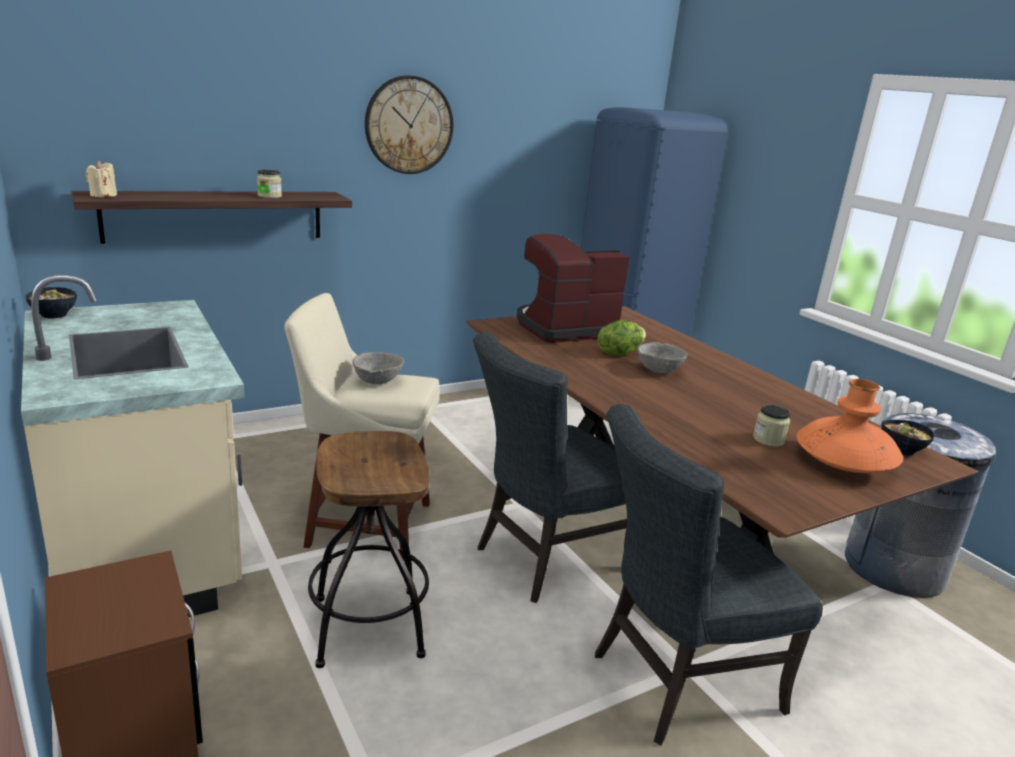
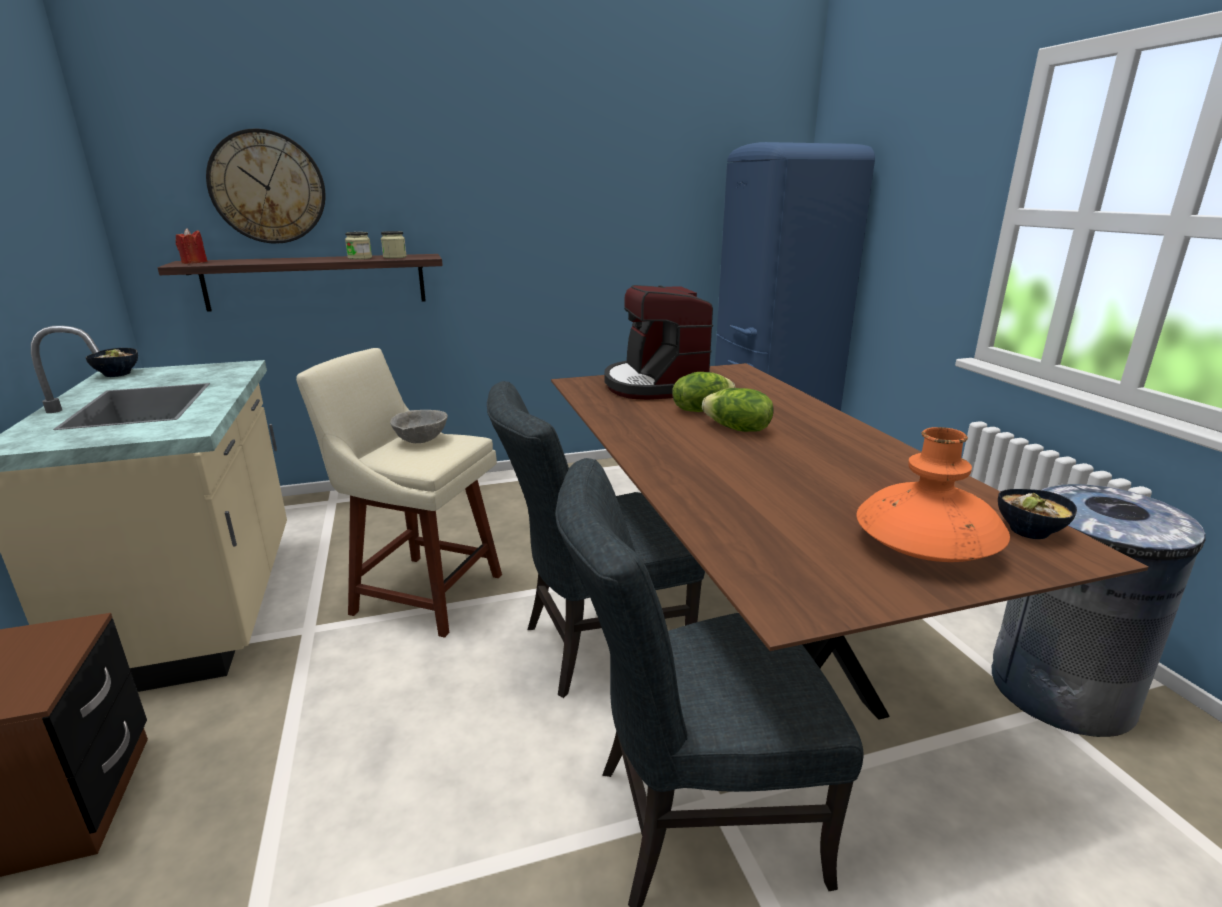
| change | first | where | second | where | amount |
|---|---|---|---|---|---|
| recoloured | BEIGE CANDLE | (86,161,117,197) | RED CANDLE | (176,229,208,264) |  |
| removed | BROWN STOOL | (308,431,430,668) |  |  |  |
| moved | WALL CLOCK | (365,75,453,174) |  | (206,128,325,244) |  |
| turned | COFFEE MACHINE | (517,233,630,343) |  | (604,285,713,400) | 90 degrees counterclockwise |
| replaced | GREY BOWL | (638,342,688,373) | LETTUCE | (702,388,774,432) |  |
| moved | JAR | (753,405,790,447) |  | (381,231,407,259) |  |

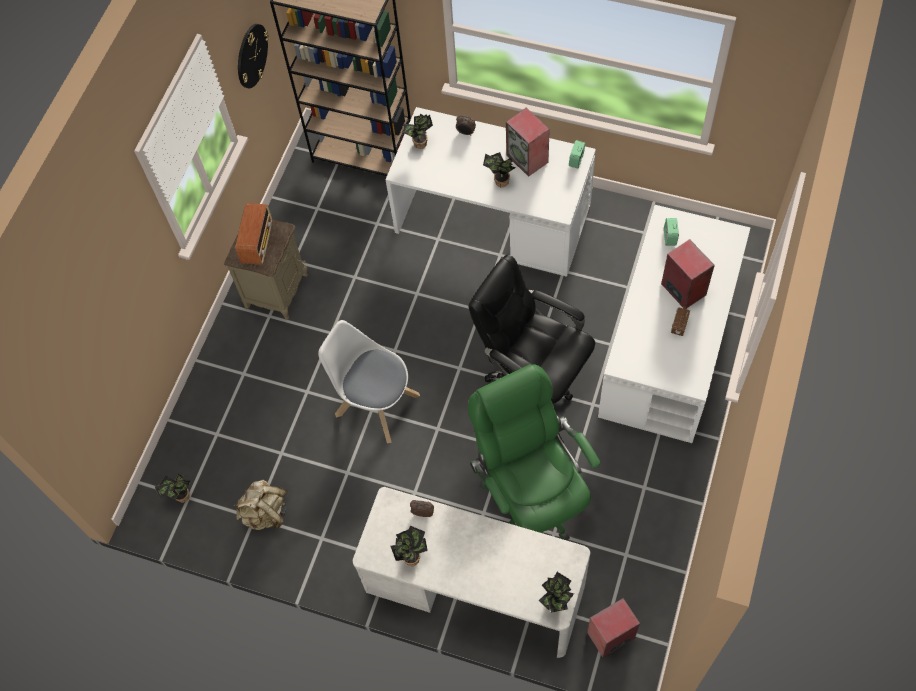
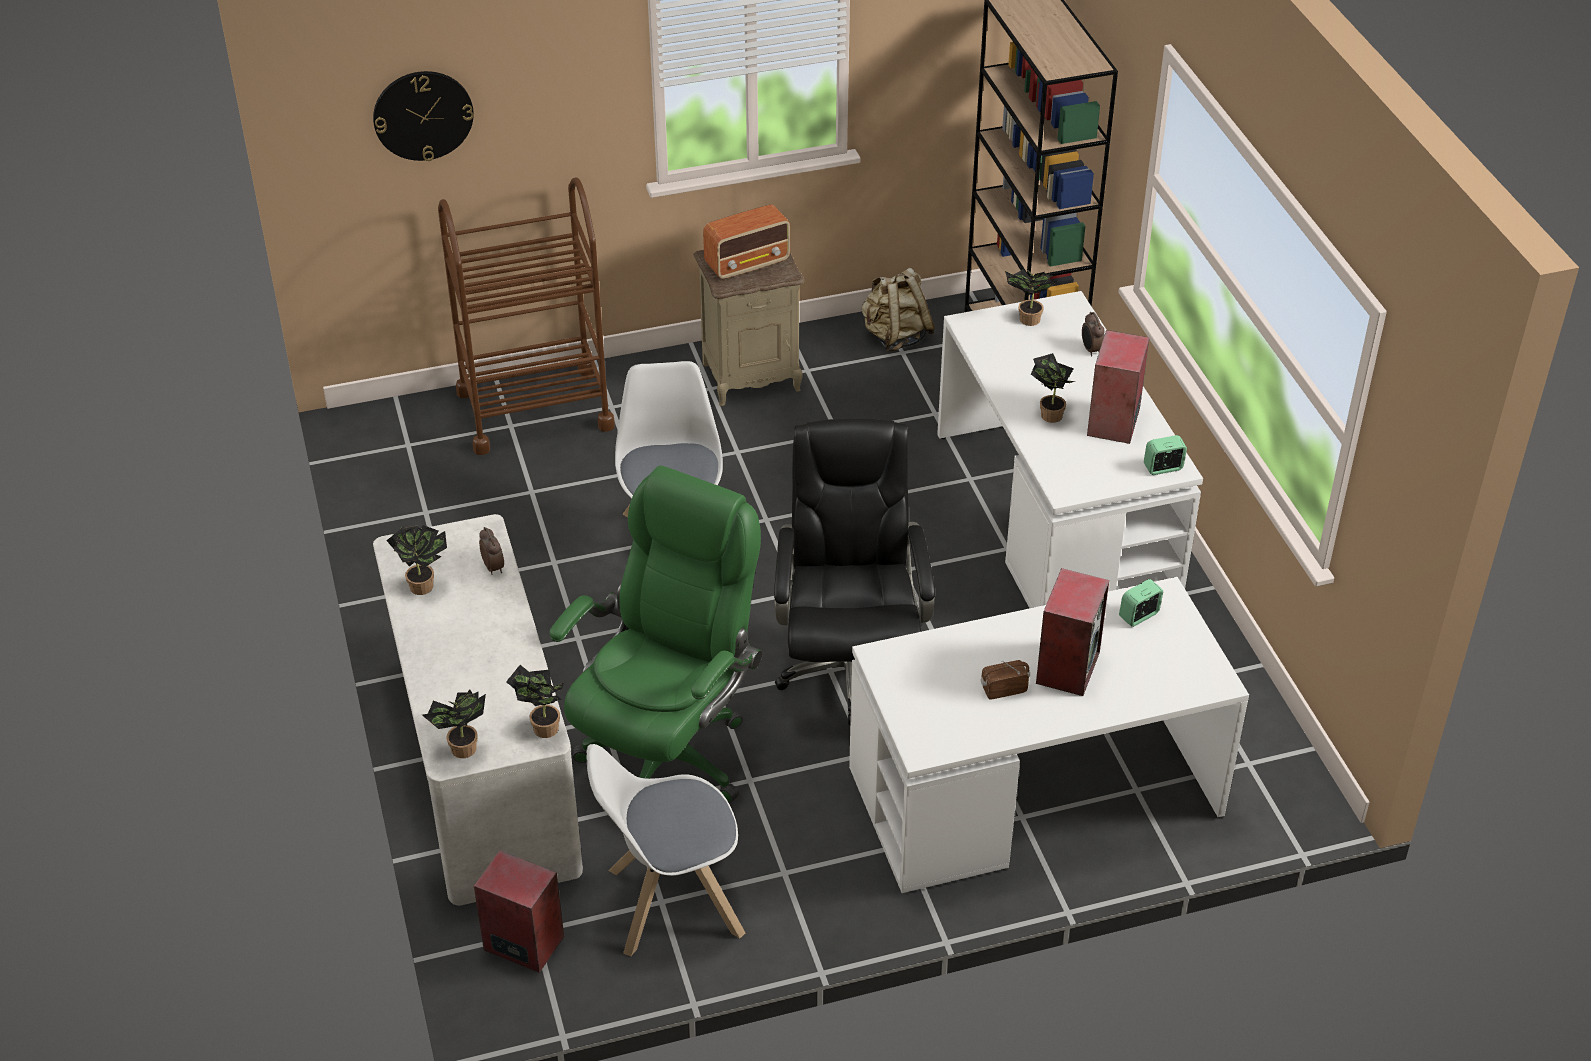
| change | first | where | second | where | amount |
|---|---|---|---|---|---|
| moved | POTTED PLANT | (155,474,190,503) |  | (506,665,564,738) |  |
| moved | BEIGE BACKPACK | (234,480,287,530) |  | (861,268,935,351) |  |
| moved | WALL CLOCK | (238,24,269,88) |  | (373,71,474,161) |  |
| added |  |  | BROWN CART | (438,177,615,455) |  |
| added |  |  | CHAIR | (587,744,745,957) |  |

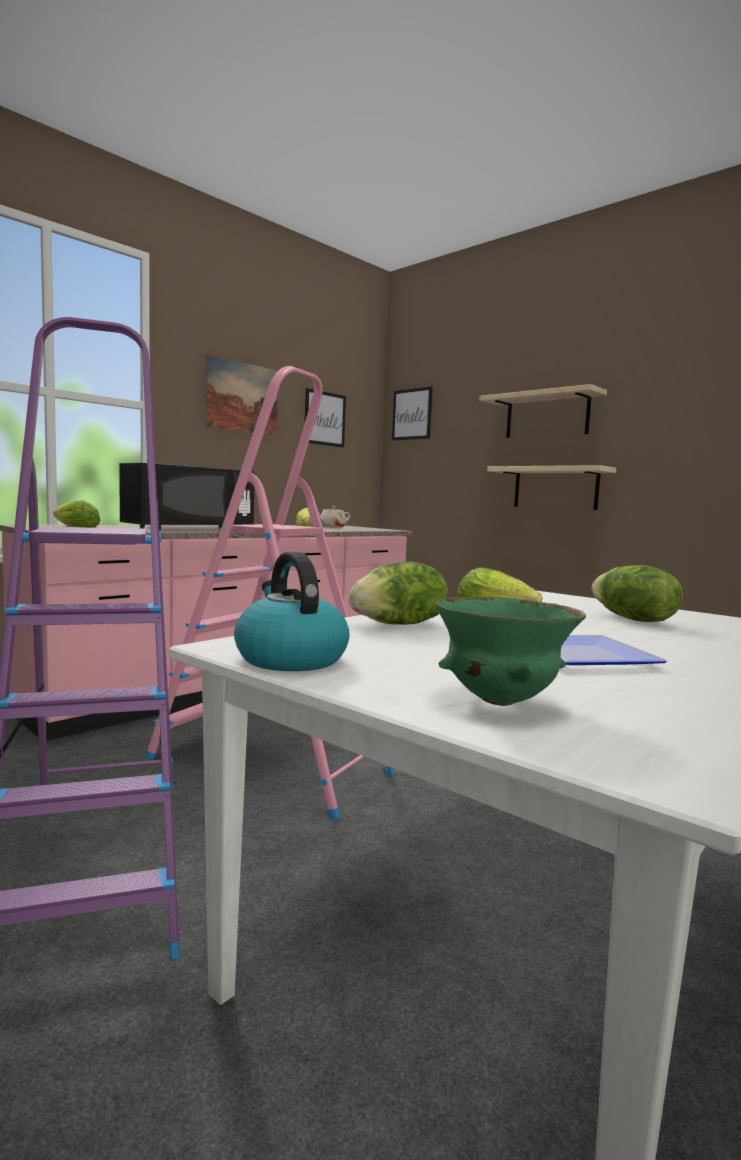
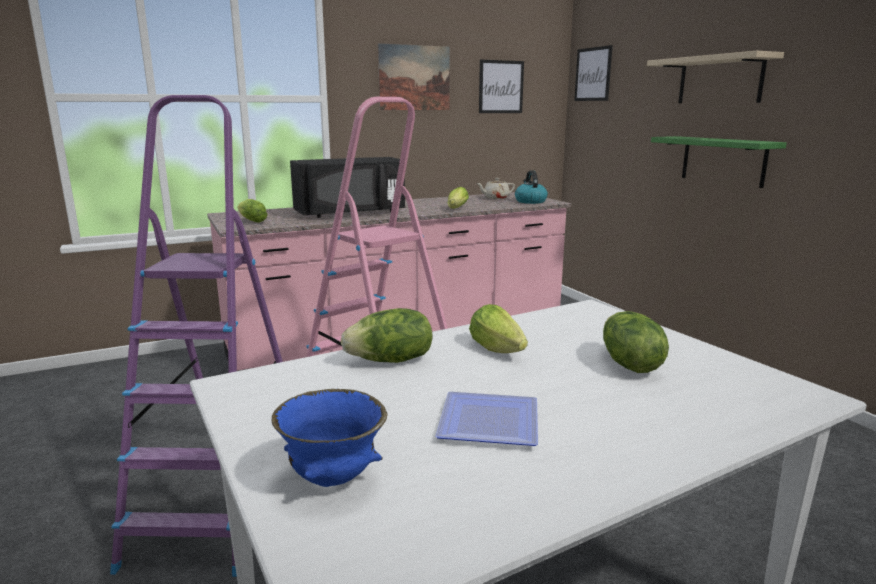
| change | first | where | second | where | amount |
|---|---|---|---|---|---|
| moved | KETTLE | (234,552,350,671) |  | (515,170,548,204) |  |
| recoloured | GREEN BOWL | (435,597,586,706) | BLUE BOWL | (272,389,387,487) |  |
| recoloured | BEIGE SHELF | (487,465,616,510) | GREEN SHELF | (651,136,787,188) |  |

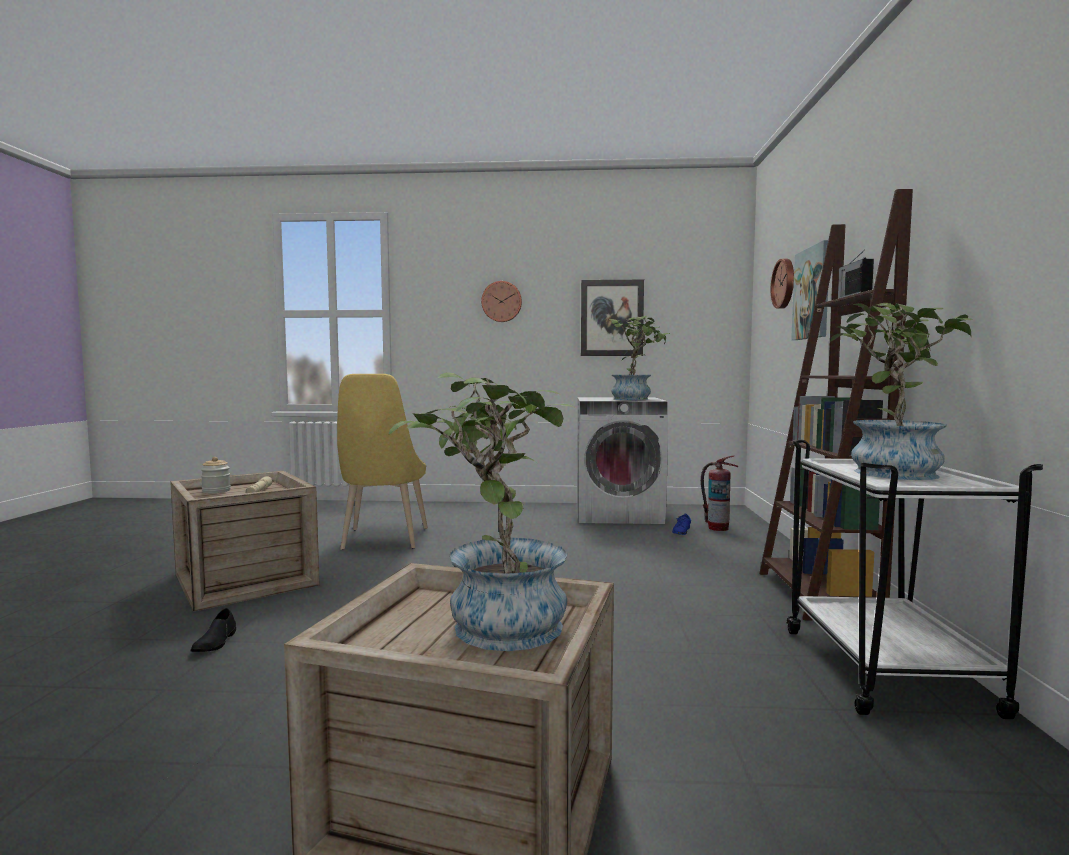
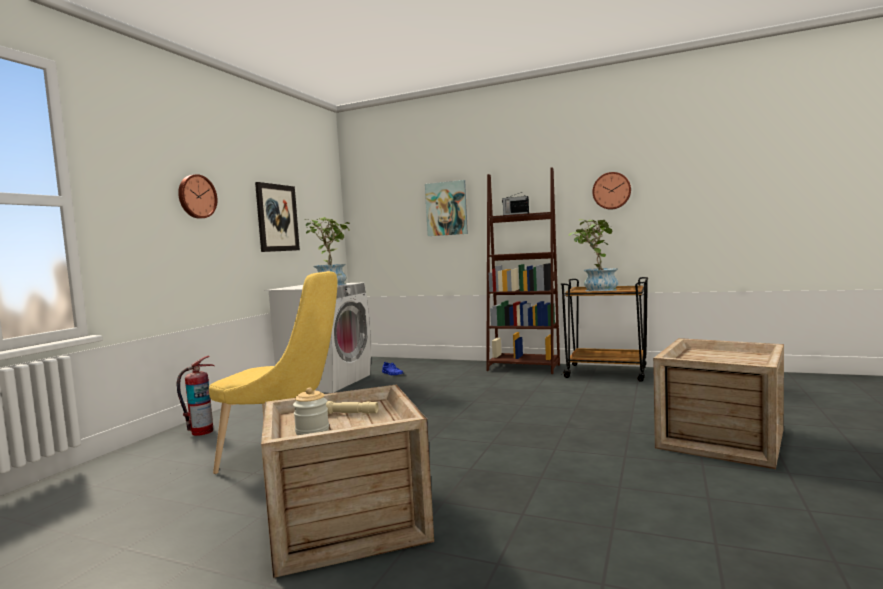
| change | first | where | second | where | amount |
|---|---|---|---|---|---|
| removed | BLACK SHOE | (191,608,236,652) |  |  |  |
| removed | POTTED PLANT | (389,372,576,651) |  |  |  |
| moved | FIRE EXTINGUISHER | (701,456,738,531) |  | (176,356,215,436) |  |
| moved | WALL CLOCK | (771,259,794,309) |  | (592,172,631,209) |  |
| recoloured | WHITE CART | (787,440,1043,719) | BROWN CART | (561,277,648,382) |  |

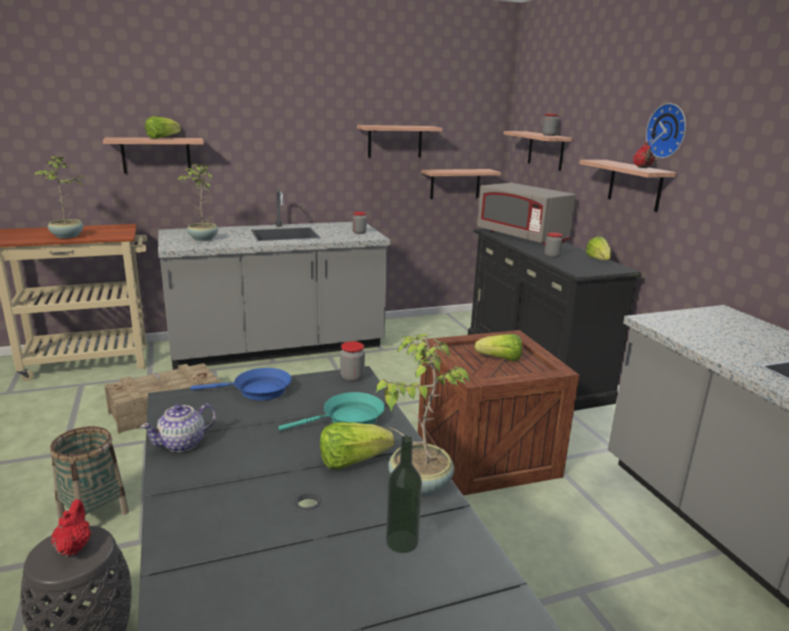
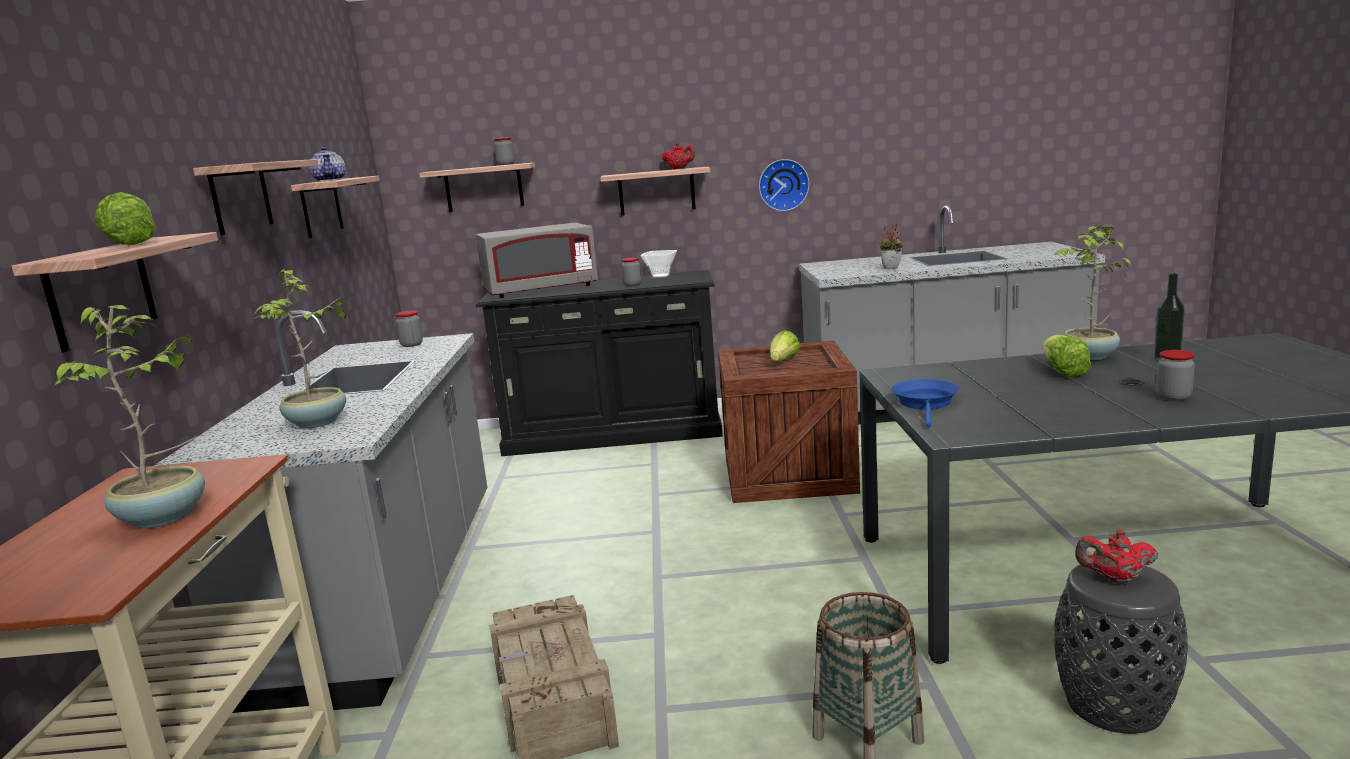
| change | first | where | second | where | amount |
|---|---|---|---|---|---|
| moved | TEAPOT | (140,403,216,452) |  | (309,147,346,182) |  |
| removed | TURQUOISE FRYING PAN | (278,392,385,431) |  |  |  |
| moved | JAR | (340,341,365,382) |  | (1156,350,1195,401) |  |
| moved | SHELF | (422,169,501,199) |  | (193,159,318,235) |  |
| replaced | LETTUCE | (586,236,612,260) | BOWL | (641,250,677,278) |  |
| moved | WALL CLOCK | (646,103,686,158) |  | (759,159,809,211) |  |
| added |  |  | POTTED PLANT | (878,224,903,269) |  |

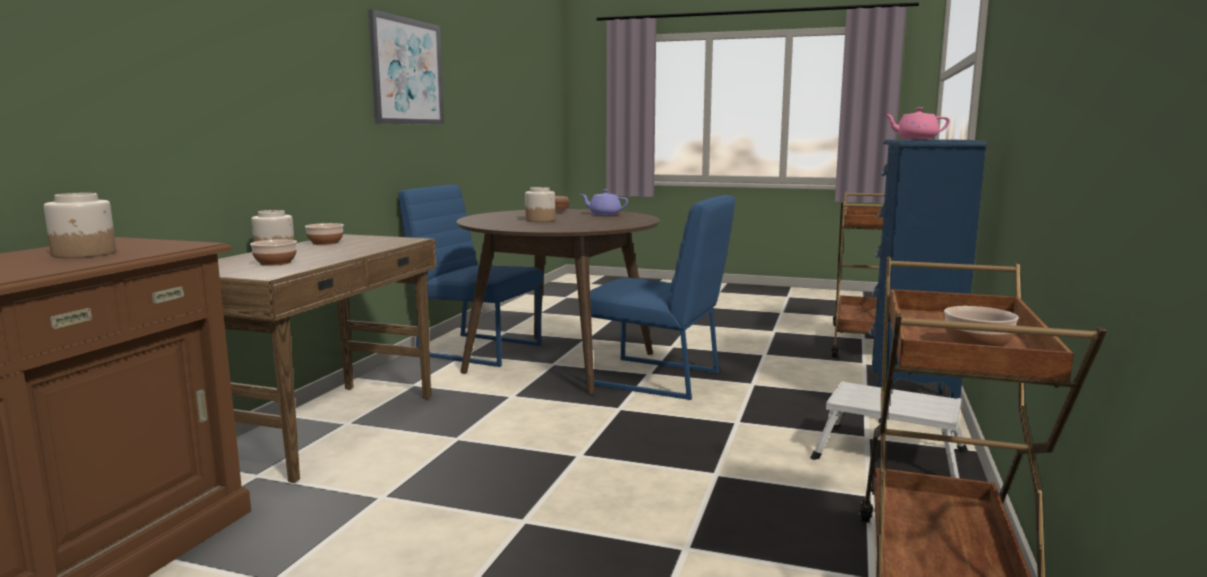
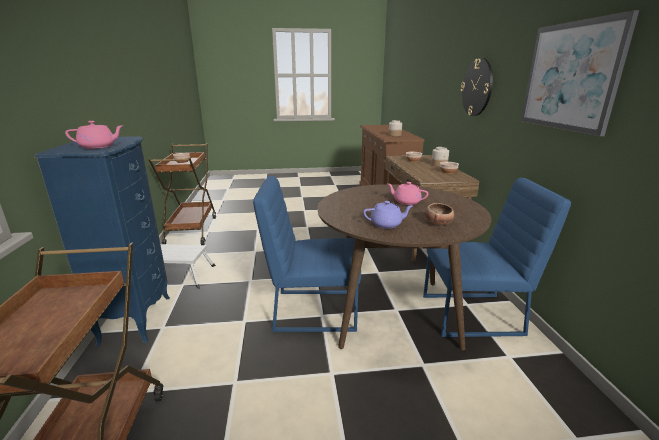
| change | first | where | second | where | amount |
|---|---|---|---|---|---|
| replaced | JAR | (525,187,555,222) | PINK TEAPOT | (387,182,429,205) |  |
| added |  |  | WALL CLOCK | (461,58,493,116) |  |

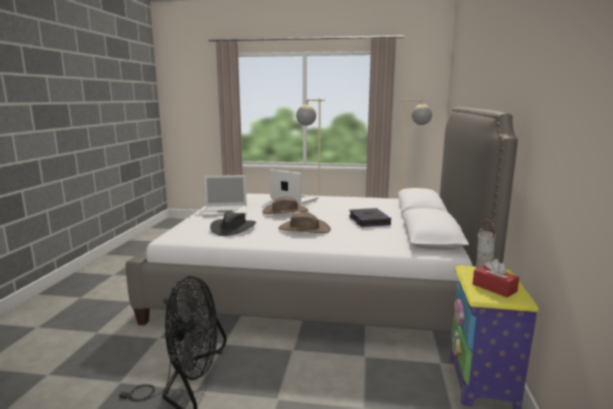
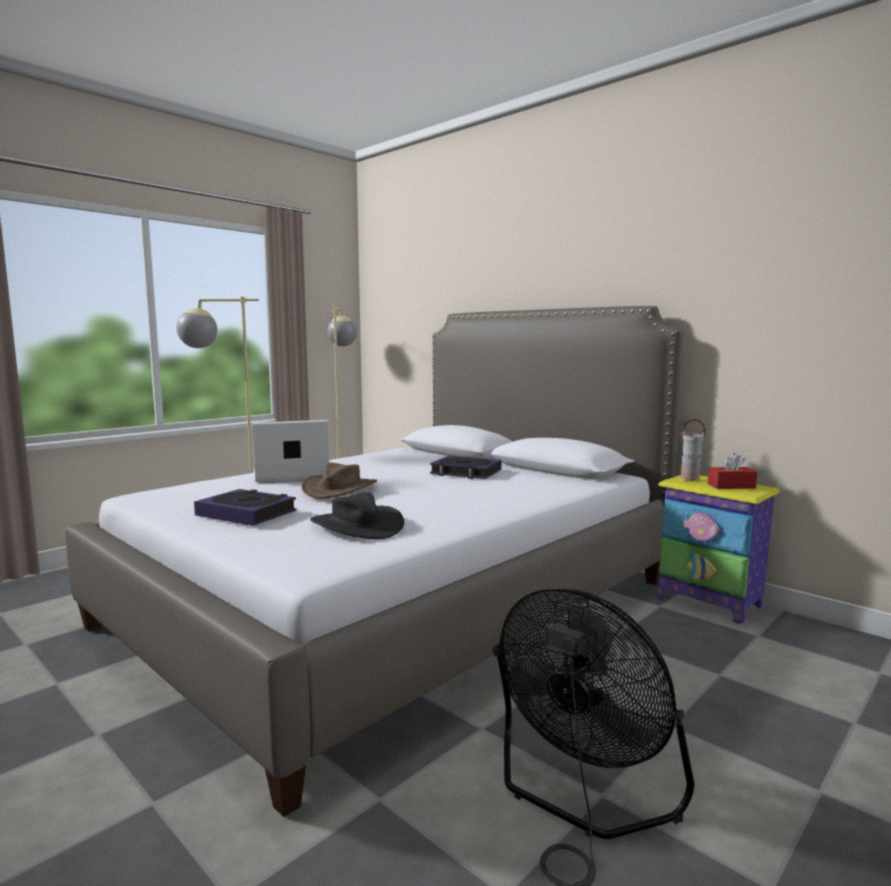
| change | first | where | second | where | amount |
|---|---|---|---|---|---|
| replaced | LAPTOP | (203,175,247,217) | BOOK | (194,489,297,526) |  |
| removed | BROWN HAT | (279,212,331,233) |  |  |  |

